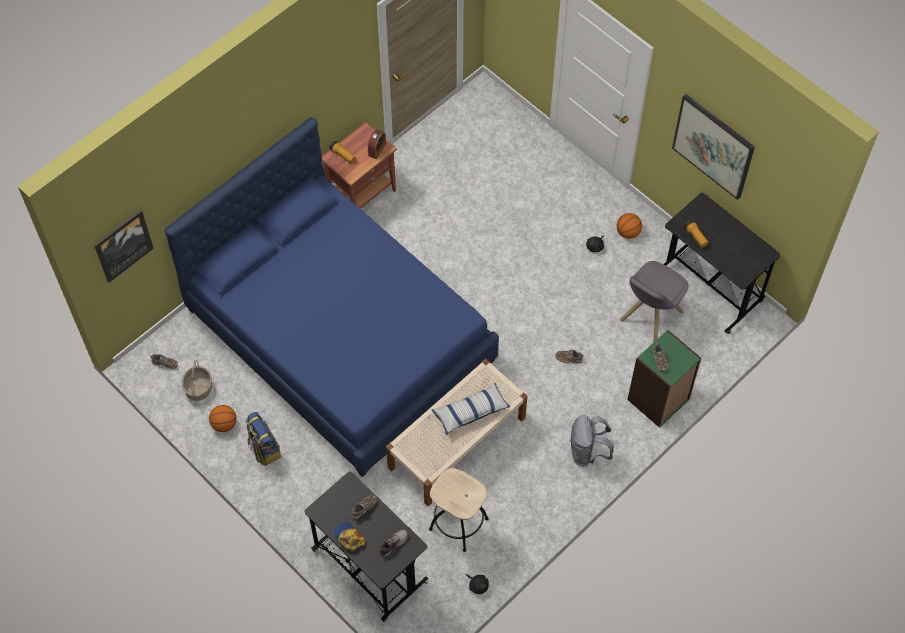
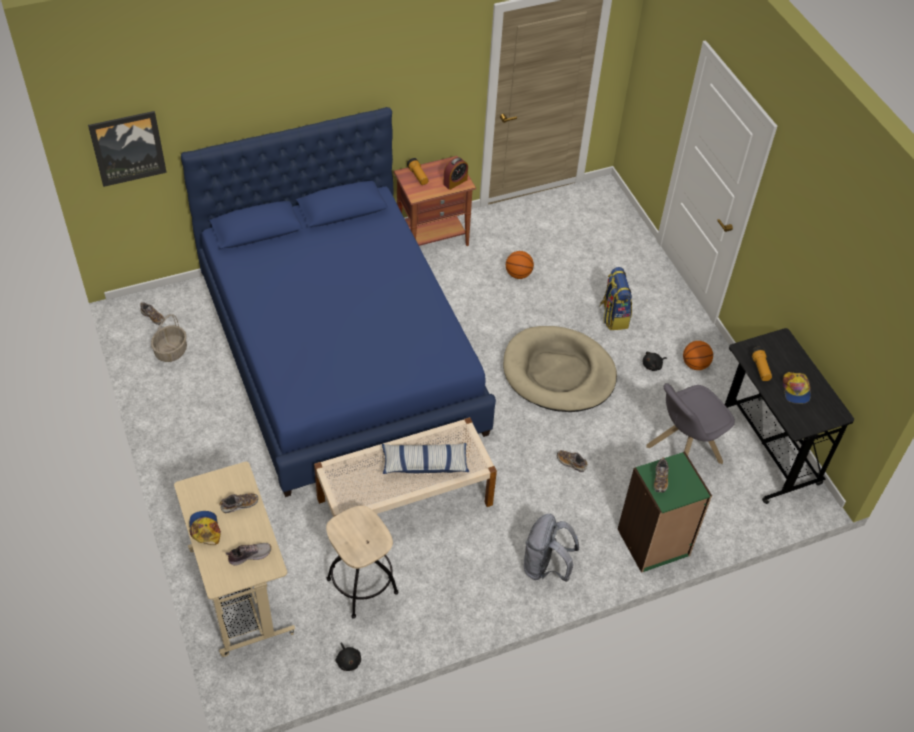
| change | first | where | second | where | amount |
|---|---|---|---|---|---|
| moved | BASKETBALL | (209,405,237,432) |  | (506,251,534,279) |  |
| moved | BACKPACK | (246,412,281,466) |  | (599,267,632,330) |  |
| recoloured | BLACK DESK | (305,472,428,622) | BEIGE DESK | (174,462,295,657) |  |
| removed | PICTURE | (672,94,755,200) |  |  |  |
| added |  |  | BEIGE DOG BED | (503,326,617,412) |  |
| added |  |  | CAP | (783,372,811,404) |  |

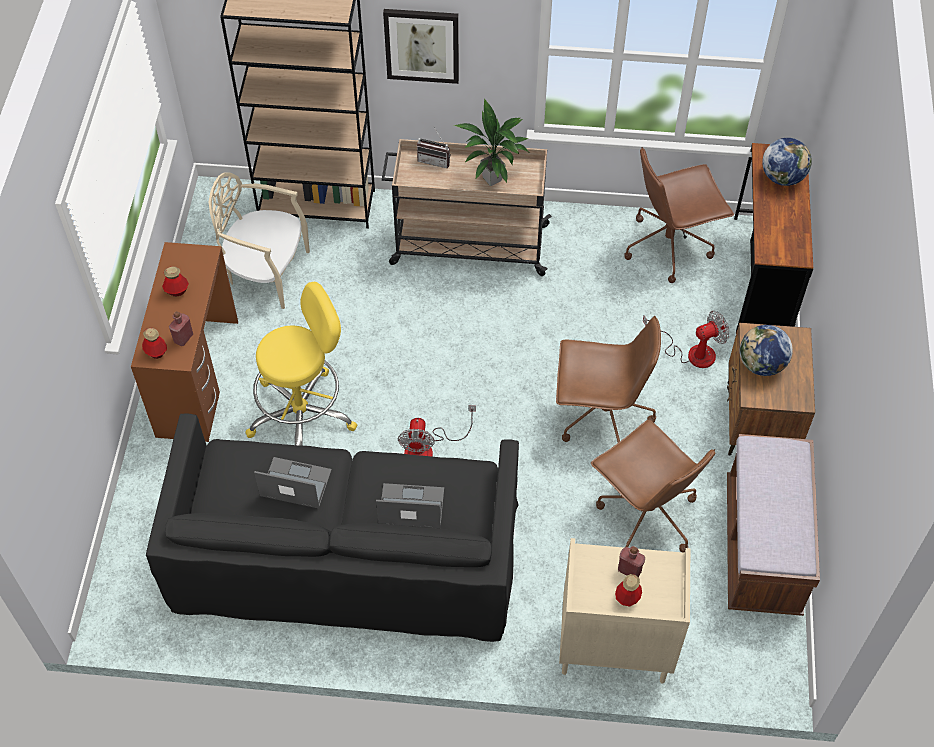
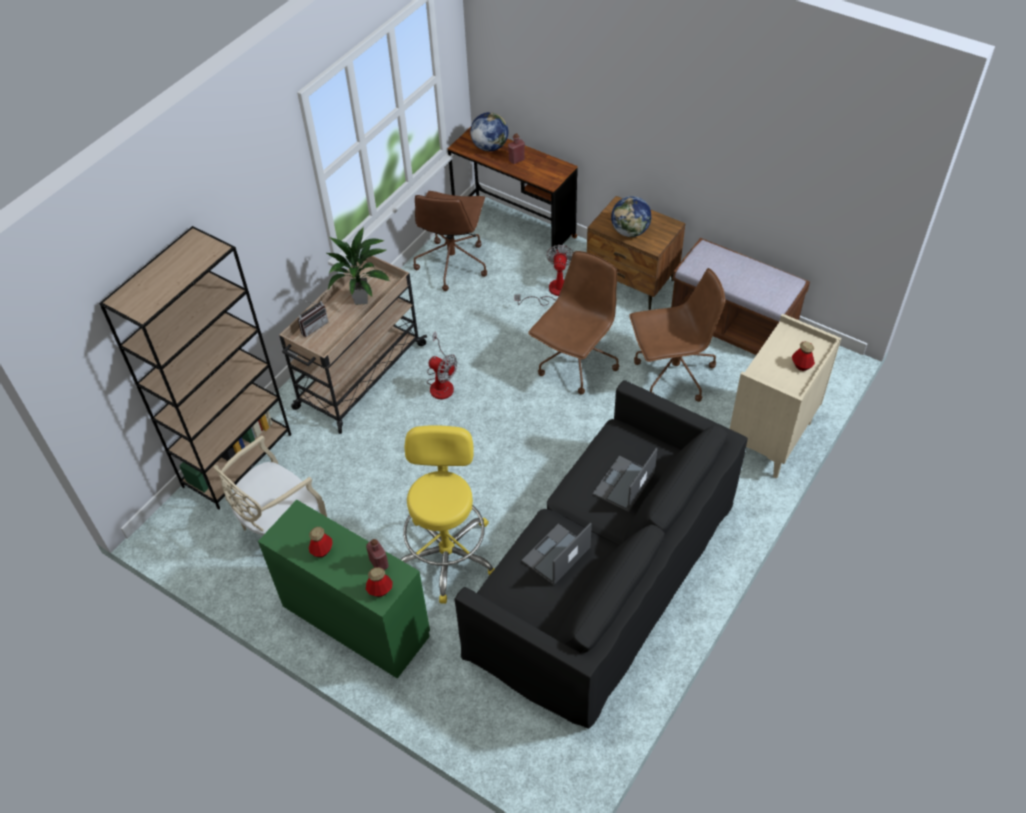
| change | first | where | second | where | amount |
|---|---|---|---|---|---|
| recoloured | BROWN DESK | (131,242,238,442) | GREEN DESK | (258,500,430,678) |  |
| removed | PICTURE | (383,9,459,84) |  |  |  |
| moved | FAN | (398,405,476,457) |  | (427,332,457,399) |  |
| moved | RED BOTTLE | (618,546,645,577) |  | (508,133,525,164) |  |

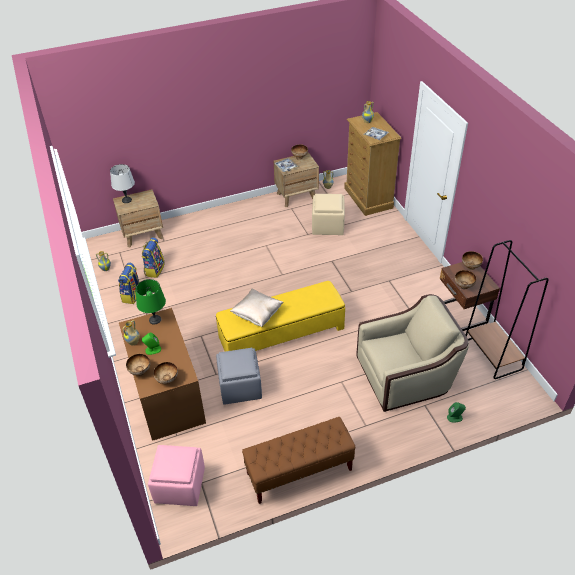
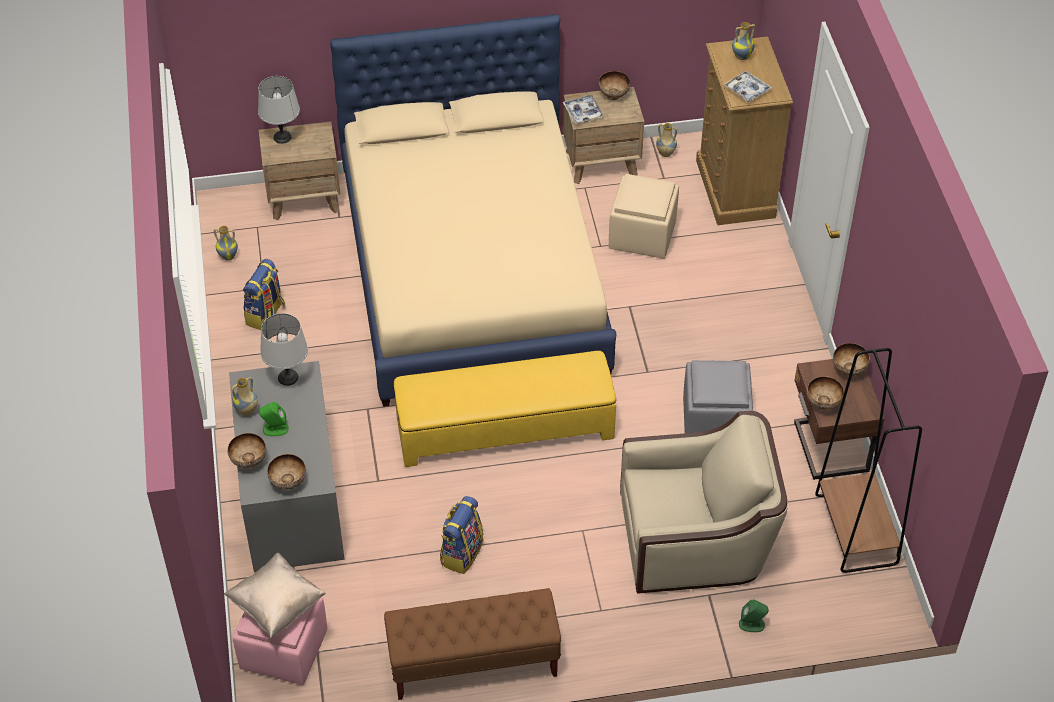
| change | first | where | second | where | amount |
|---|---|---|---|---|---|
| recoloured | BROWN DESK | (119,308,206,441) | GREY DESK | (229,361,345,572) |  |
| recoloured | GREEN TABLE LAMP | (135,279,166,325) | GREY TABLE LAMP | (260,313,308,386) |  |
| moved | BACKPACK | (142,237,165,278) |  | (440,496,483,574) |  |
| moved | GREY OTTOMAN | (216,348,262,405) |  | (683,360,753,433) |  |
| moved | BEIGE PILLOW | (230,289,284,327) |  | (224,553,326,639) |  |
| added |  |  | BEIGE BED | (330,14,617,407) |  |

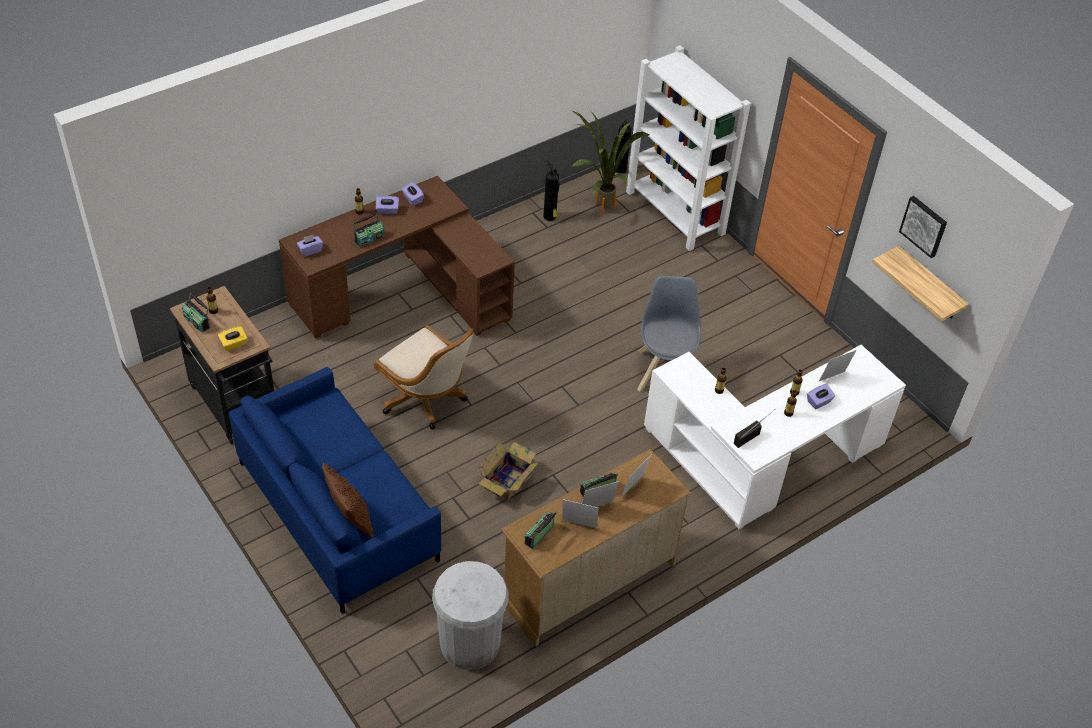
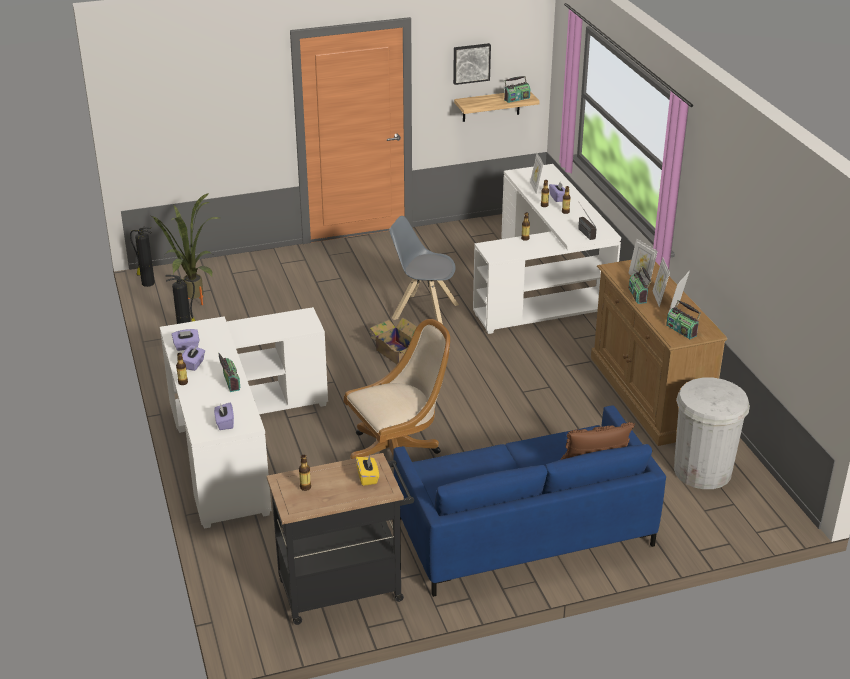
| change | first | where | second | where | amount |
|---|---|---|---|---|---|
| moved | RADIO | (182,293,210,333) |  | (504,76,530,103) |  |
| recoloured | BROWN DESK | (279,176,515,339) | WHITE DESK | (160,307,328,529) |  |
| moved | CARDBOARD BOX | (478,441,538,501) |  | (370,317,417,364) |  |
| removed | WHITE BOOKCASE | (626,45,751,251) |  |  |  |

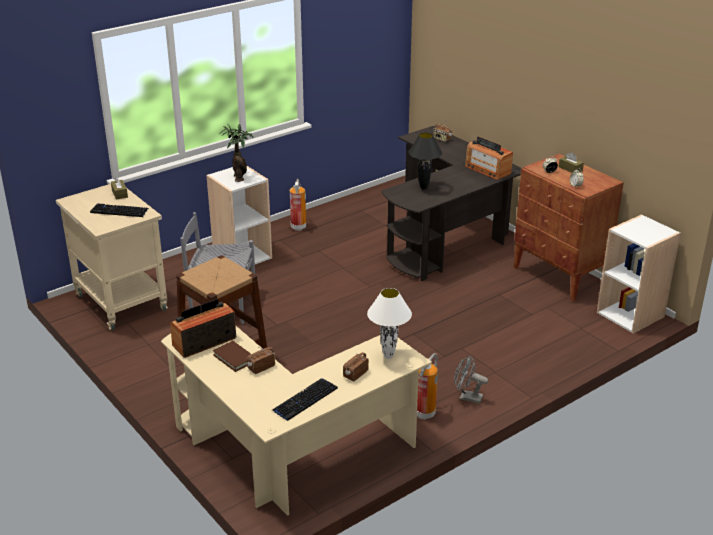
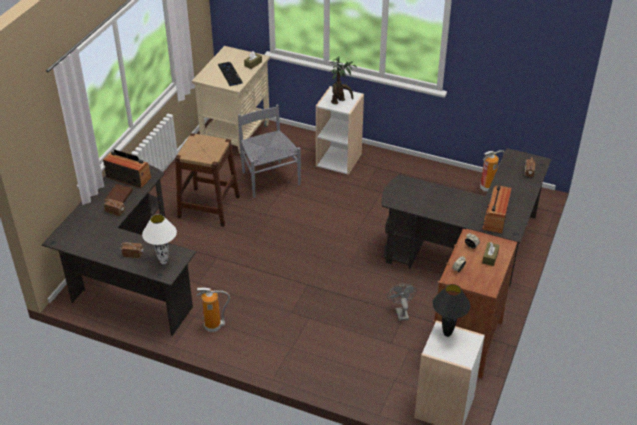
| change | first | where | second | where | amount |
|---|---|---|---|---|---|
| recoloured | BEIGE DESK | (161,326,432,516) | BLACK DESK | (42,165,196,336) |  |
| removed | KEYBOARD | (272,379,338,421) |  |  |  |
| moved | FIRE EXTINGUISHER | (289,179,306,231) |  | (480,150,505,192) |  |
| moved | BLACK TABLE LAMP | (409,133,442,190) |  | (433,284,470,337) |  |
| moved | GREY FAN | (454,356,488,404) |  | (387,283,417,321) |  |

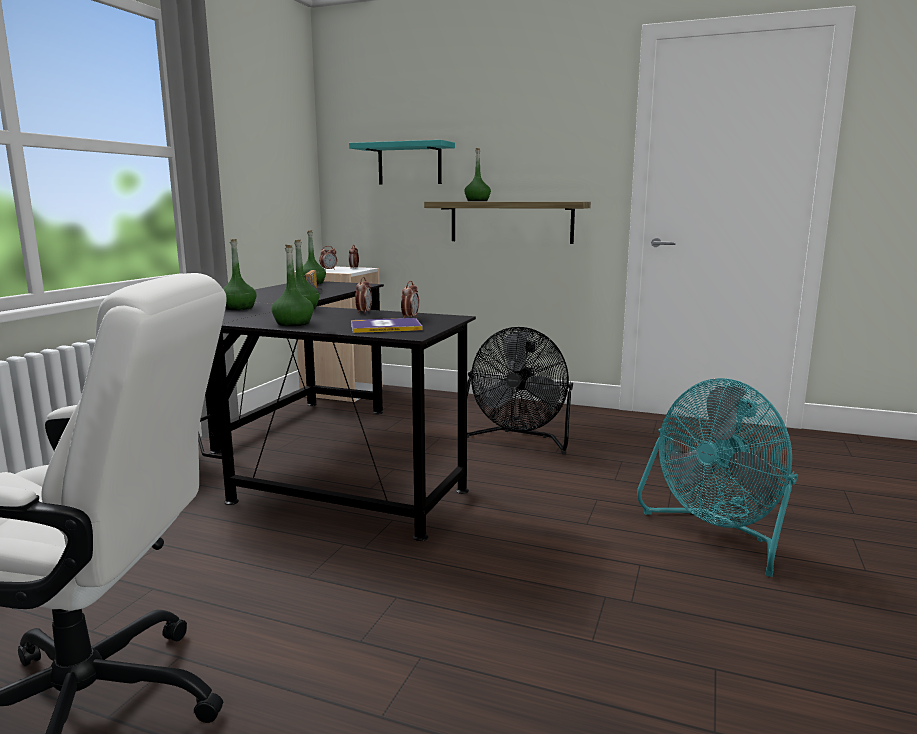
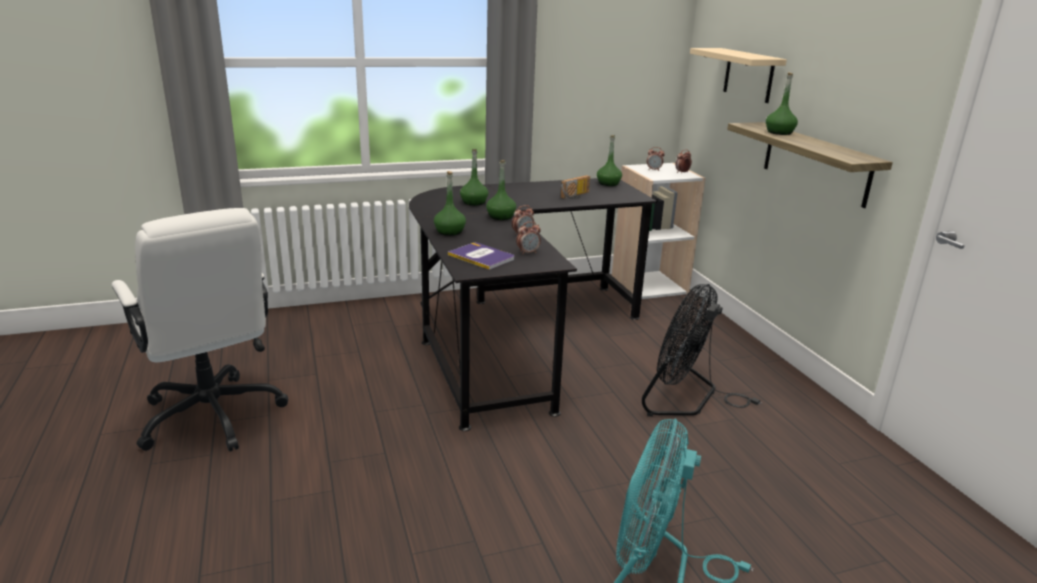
| change | first | where | second | where | amount |
|---|---|---|---|---|---|
| recoloured | TURQUOISE SHELF | (349,140,455,185) | BEIGE SHELF | (690,48,787,103) |  |
| turned | BLACK FAN | (467,327,573,455) |  | (642,284,761,417) | 45 degrees clockwise |

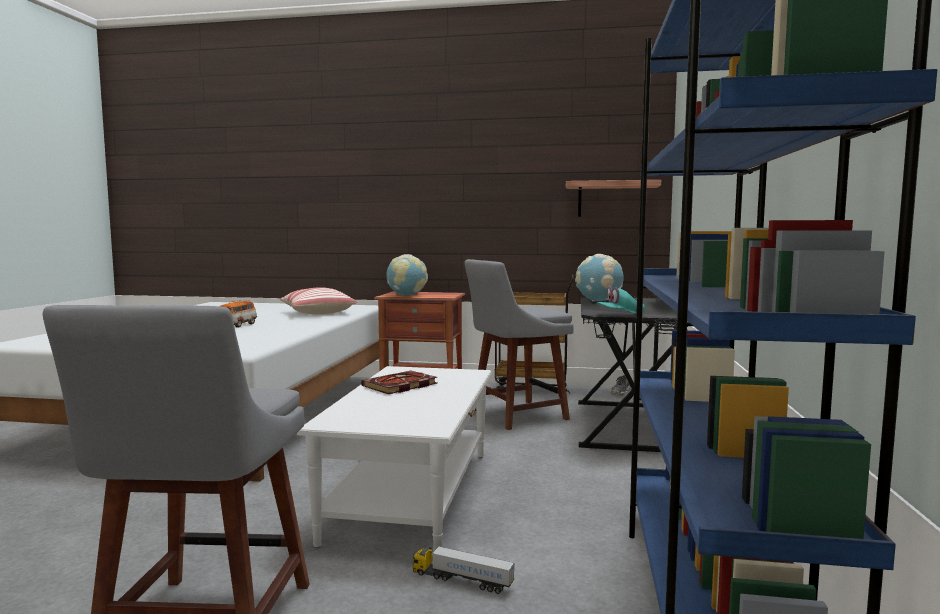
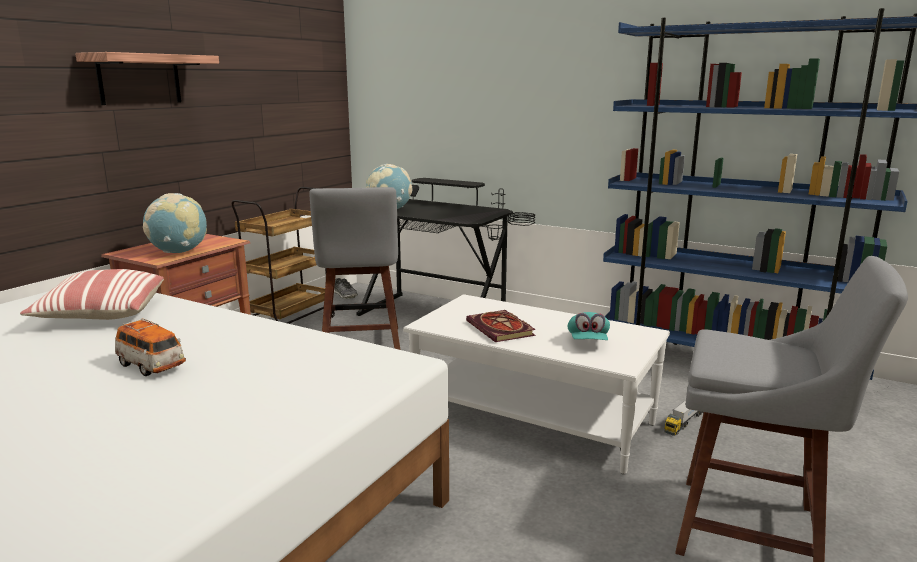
| change | first | where | second | where | amount |
|---|---|---|---|---|---|
| moved | SHELF | (566,180,661,217) |  | (75,52,219,105) |  |
| moved | TURQUOISE CAP | (597,286,645,314) |  | (568,312,610,340) |  |

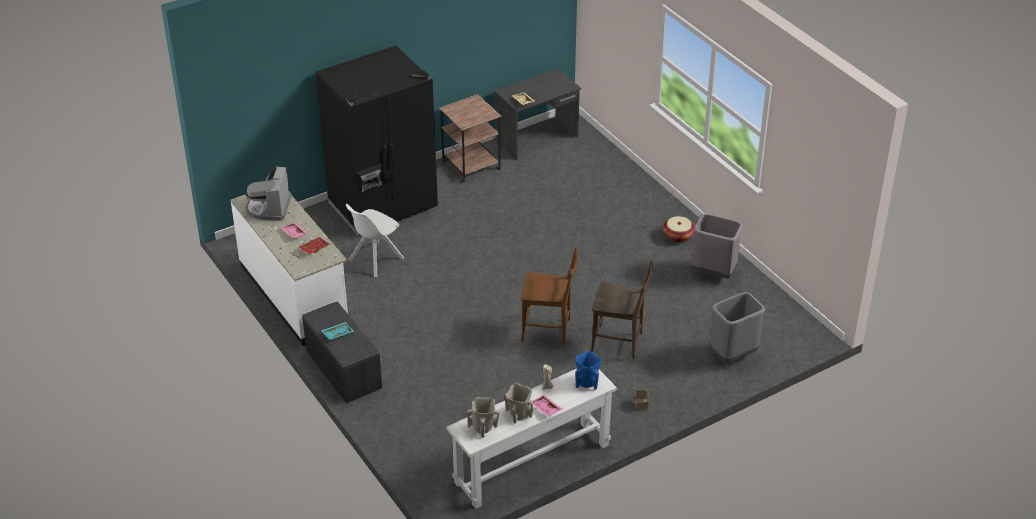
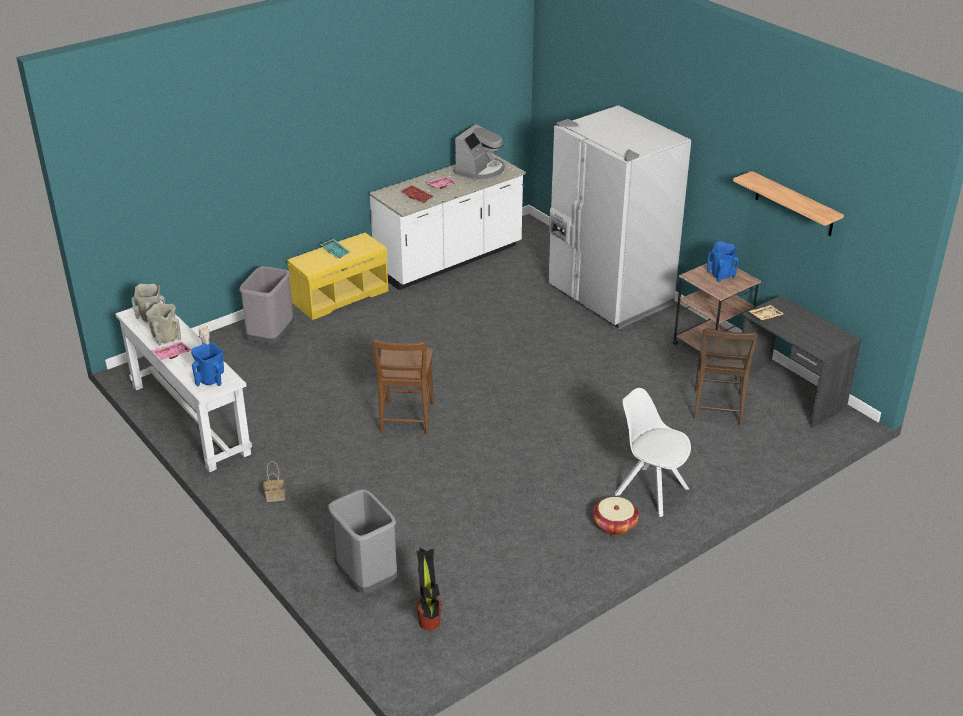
| change | first | where | second | where | amount |
|---|---|---|---|---|---|
| turned | COFFEE MACHINE | (246,166,292,221) |  | (454,124,505,181) | 120 degrees clockwise |
| recoloured | GREY BENCH | (302,302,382,404) | YELLOW BENCH | (287,233,388,320) |  |
| recoloured | BLACK FRIDGE | (316,46,438,236) | WHITE FRIDGE | (548,105,691,329) |  |
| moved | WHITE CHAIR | (346,204,404,277) |  | (615,388,691,517) |  |
| moved | BROWN CHAIR | (590,261,653,359) |  | (693,328,758,425) |  |
| moved | GREY TRASH CAN | (692,214,743,278) |  | (239,266,294,344) |  |
| added |  |  | POTTED PLANT | (416,548,442,631) |  |
| added |  |  | BLUE VASE | (707,241,739,282) |  |
| added |  |  | SHELF | (733,171,844,236) |  |

